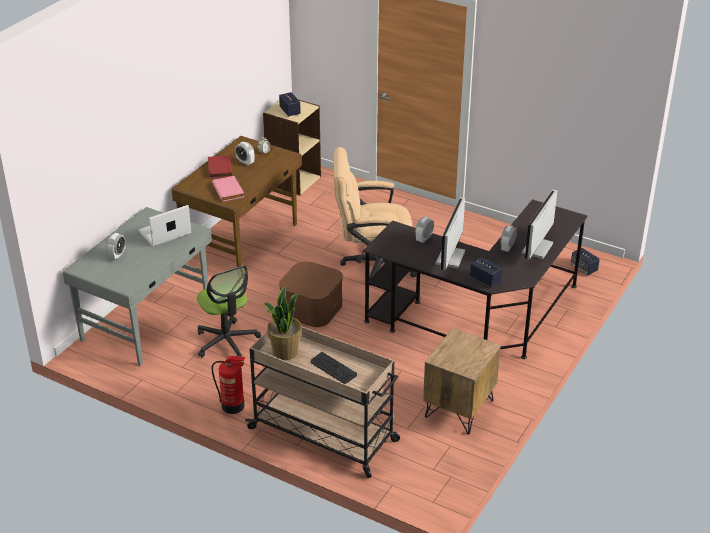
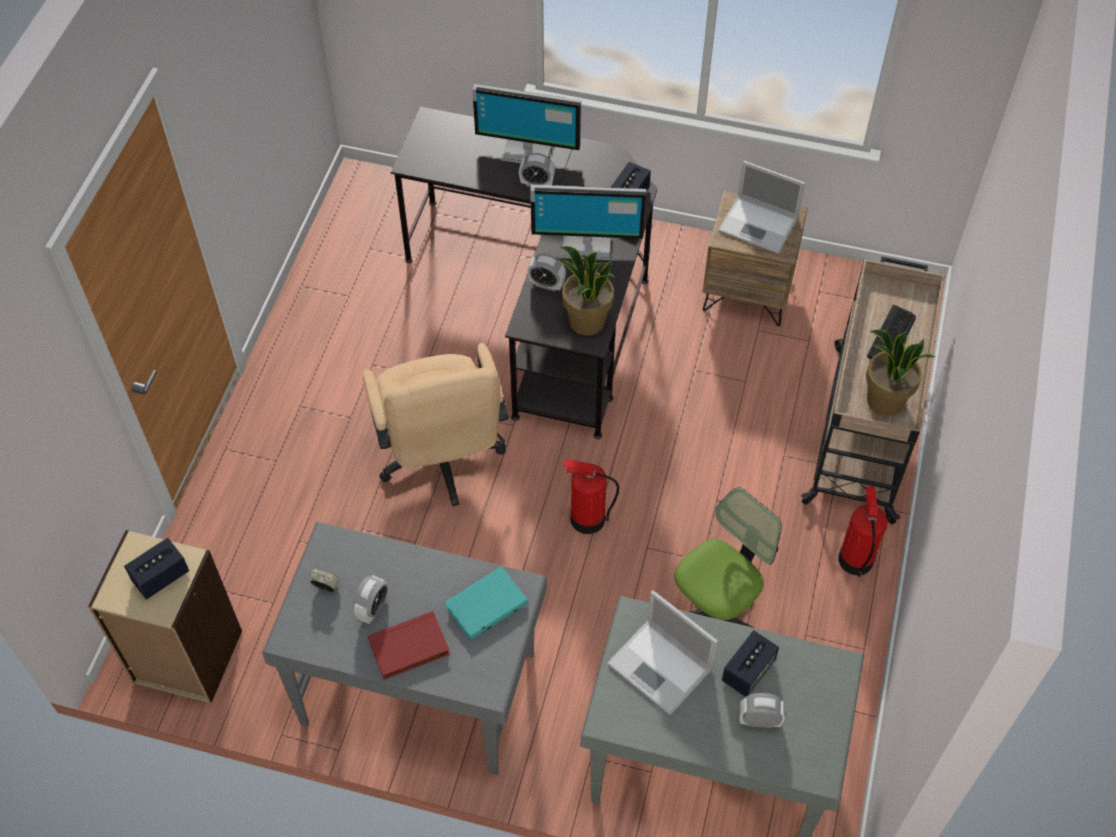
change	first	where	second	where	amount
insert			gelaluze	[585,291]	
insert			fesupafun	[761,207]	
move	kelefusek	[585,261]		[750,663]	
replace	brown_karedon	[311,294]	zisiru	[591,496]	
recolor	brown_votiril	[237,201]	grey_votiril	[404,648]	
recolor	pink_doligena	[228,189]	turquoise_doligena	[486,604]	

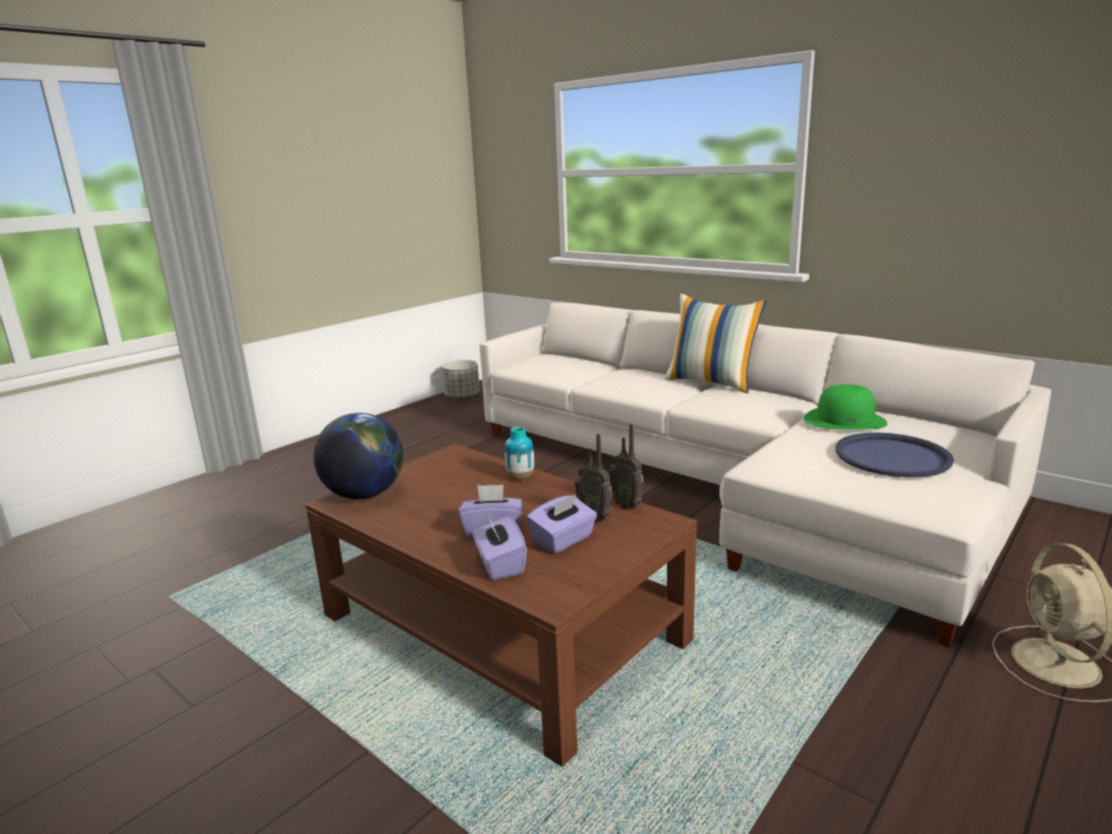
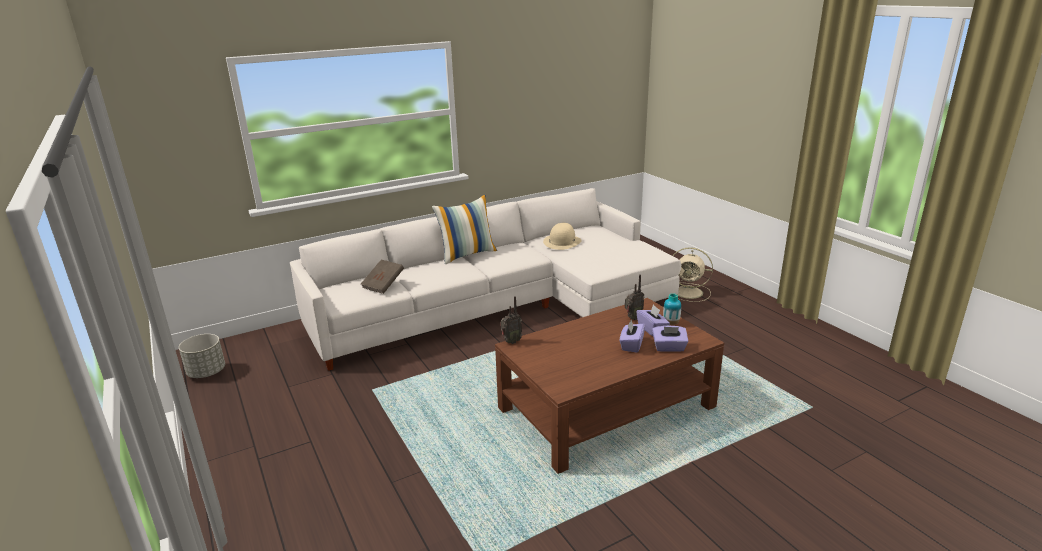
change	first	where	second	where	amount
delete	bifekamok	[358,456]			
delete	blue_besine	[894,455]			
insert			brown_doligena	[382,277]	
move	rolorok	[519,453]		[672,309]	
move	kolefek	[626,466]		[511,320]	
recolor	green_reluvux	[846,407]	beige_reluvux	[562,236]	

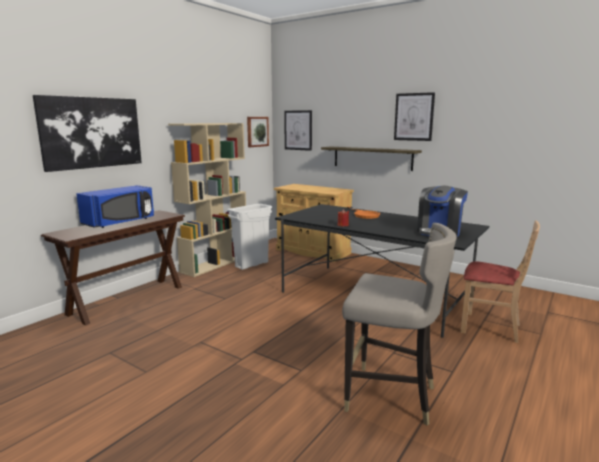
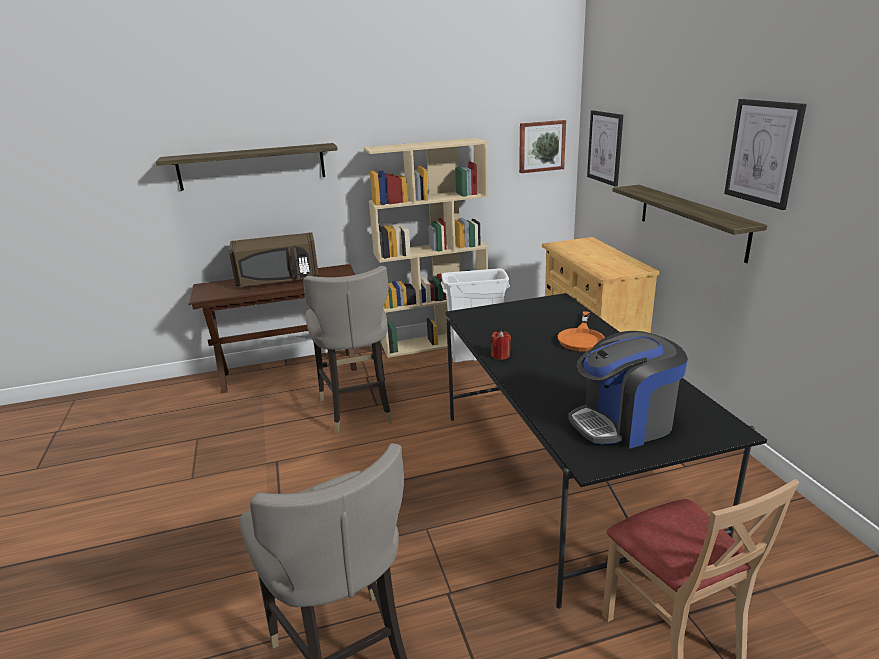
change	first	where	second	where	amount
insert			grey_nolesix	[347,349]	
replace	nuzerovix	[87,133]	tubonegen	[247,167]	
recolor	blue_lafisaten	[115,206]	brown_lafisaten	[274,259]	

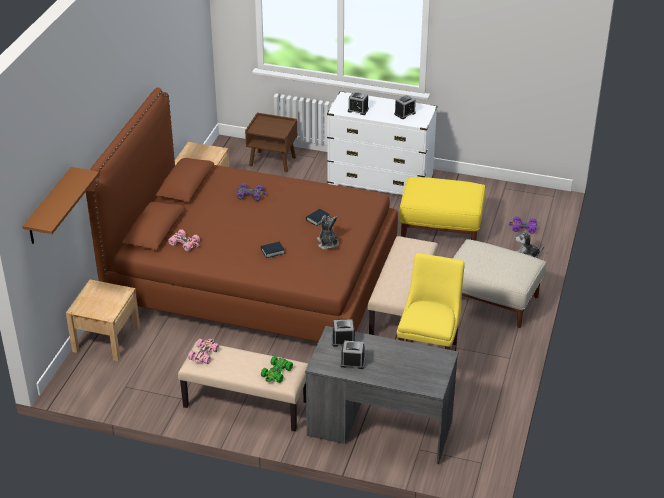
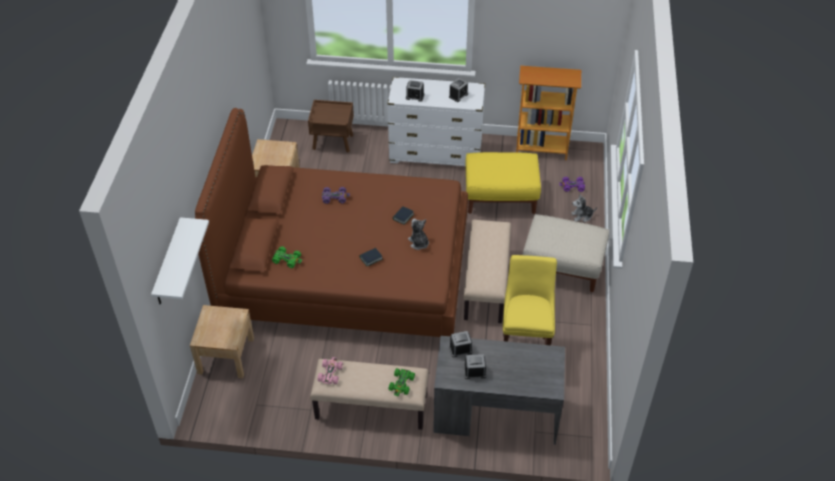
change	first	where	second	where	amount
insert			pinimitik	[548,113]	
recolor	brown_tubonegen	[60,205]	white_tubonegen	[180,261]	
recolor	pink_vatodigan	[184,240]	green_vatodigan	[287,257]	

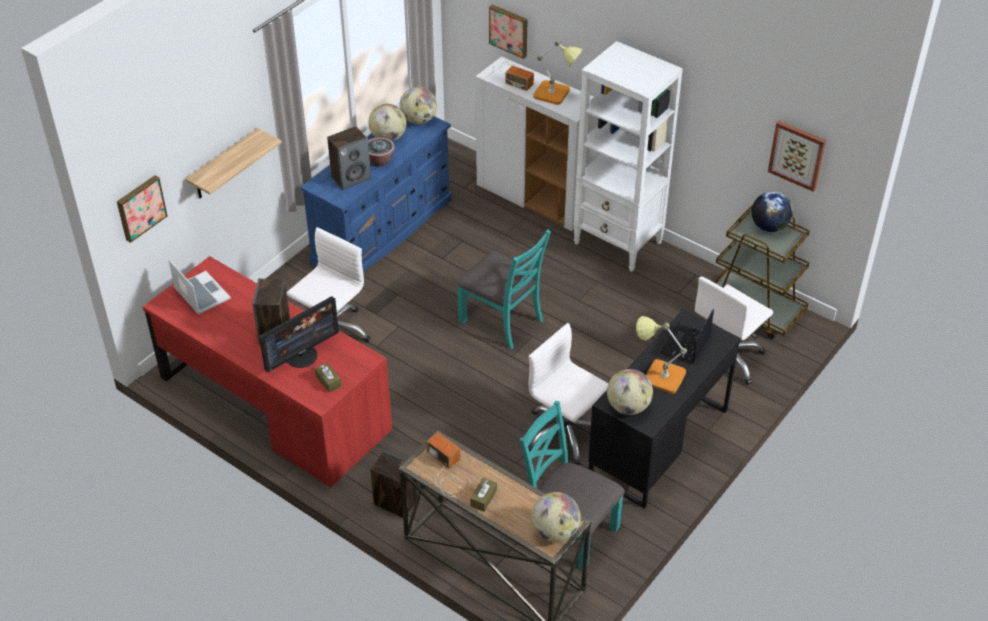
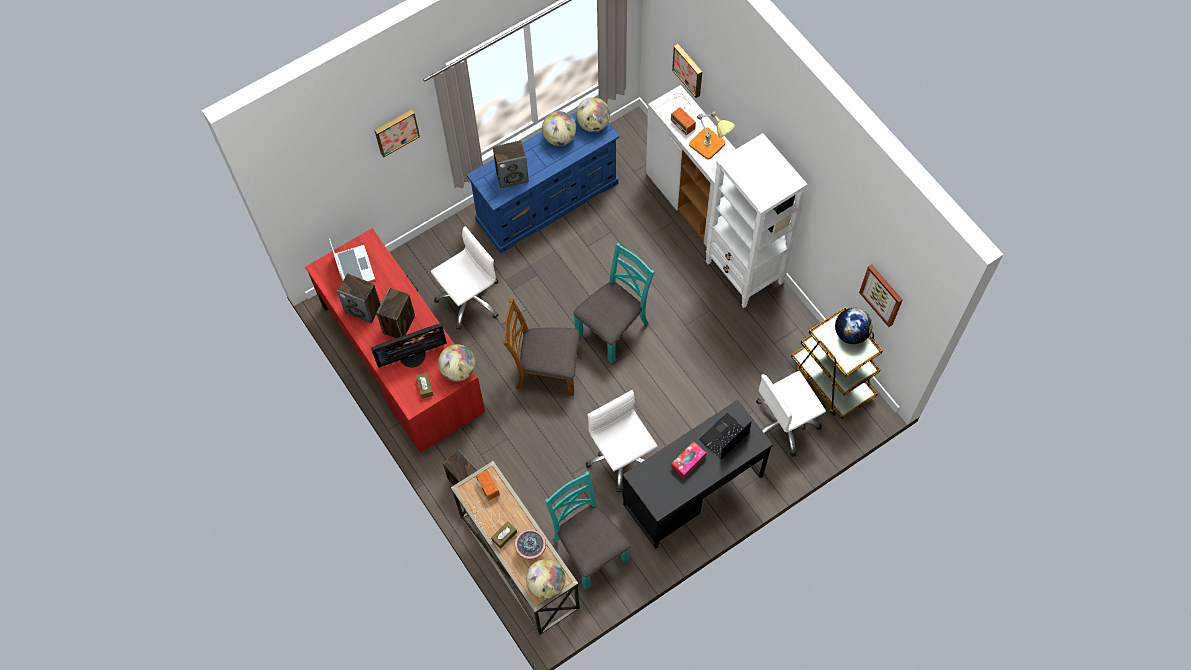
change	first	where	second	where	amount
delete	tubonegen	[233,163]			
insert			kelefusek	[359,298]	
insert			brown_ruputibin	[541,347]	
move	nuzerovix	[142,209]		[397,133]	
move	gelaluze	[381,152]		[530,544]	
move	bifekamok	[630,392]		[456,362]	
replace	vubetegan	[661,355]	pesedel	[688,460]	
rotate	turquoise_ruputibin	[503,289]		[614,303]	105 degrees counterclockwise

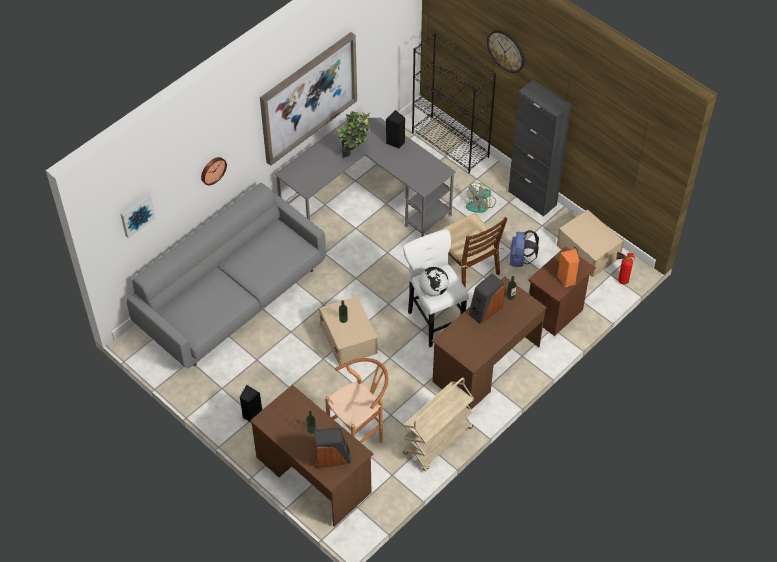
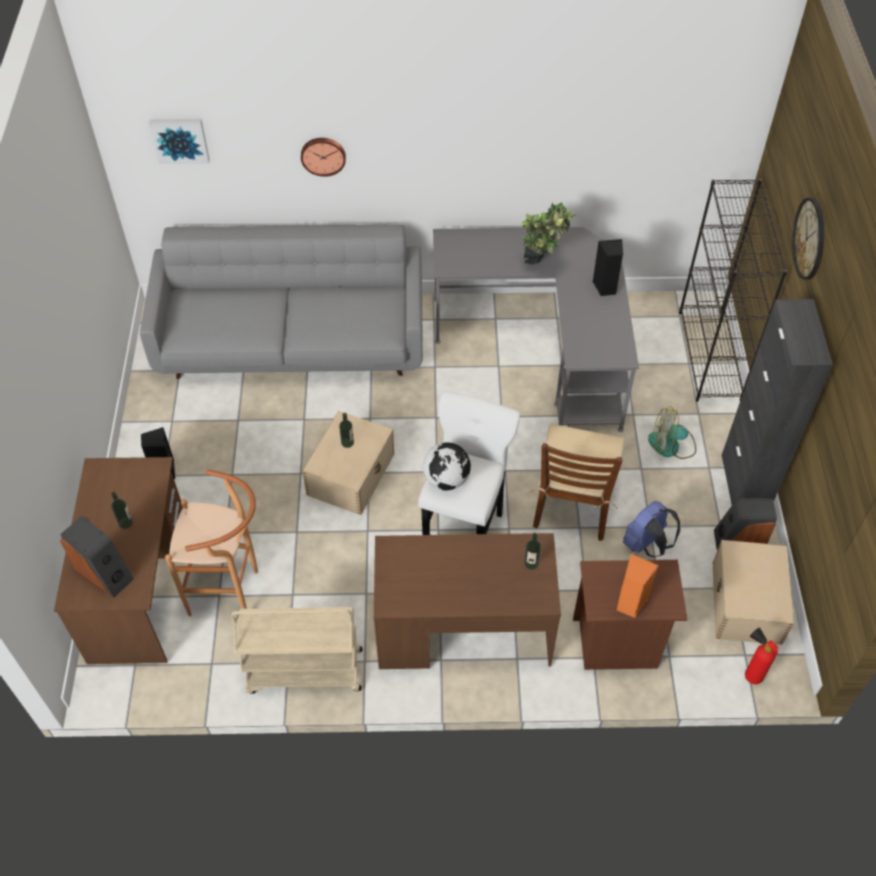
change	first	where	second	where	amount
delete	nuzerovix	[308,99]			
move	kelefusek	[486,298]		[745,524]	

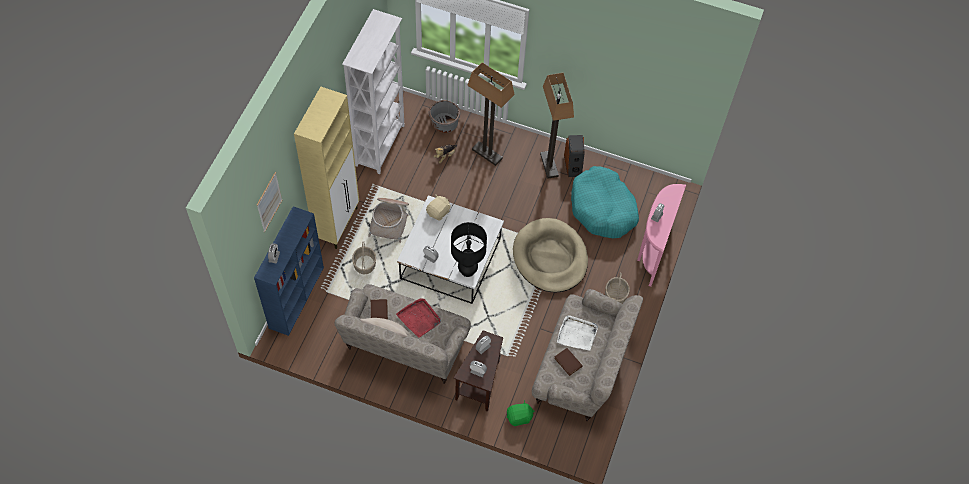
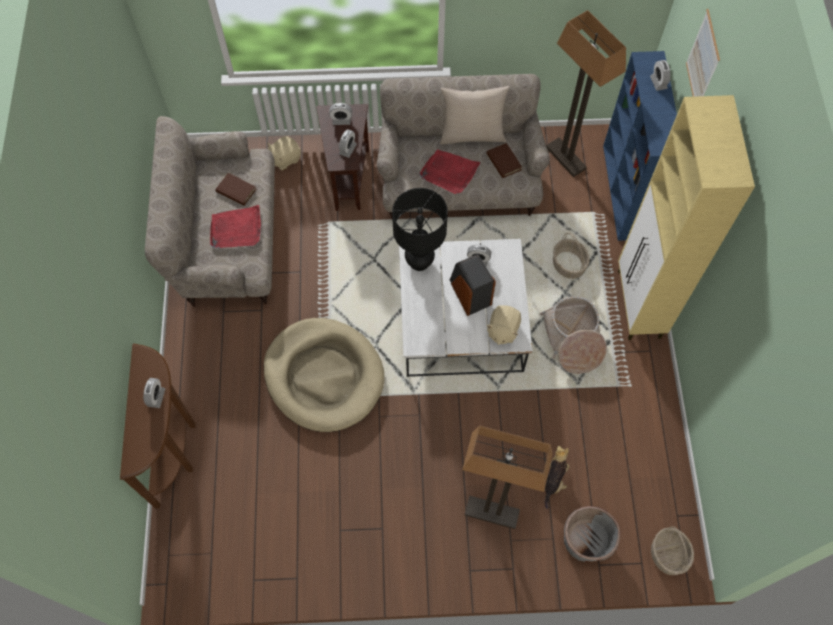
change	first	where	second	where	amount
delete	white_pinimitik	[373,91]			
delete	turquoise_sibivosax	[605,202]			
move	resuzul	[557,126]		[586,93]	
move	kelefusek	[574,156]		[473,285]	
move	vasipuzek	[617,288]		[672,550]	
recolor	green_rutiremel	[521,413]	beige_rutiremel	[284,153]	
recolor	white_besine	[577,333]	red_besine	[235,226]	
recolor	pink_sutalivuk	[661,235]	brown_sutalivuk	[158,426]	

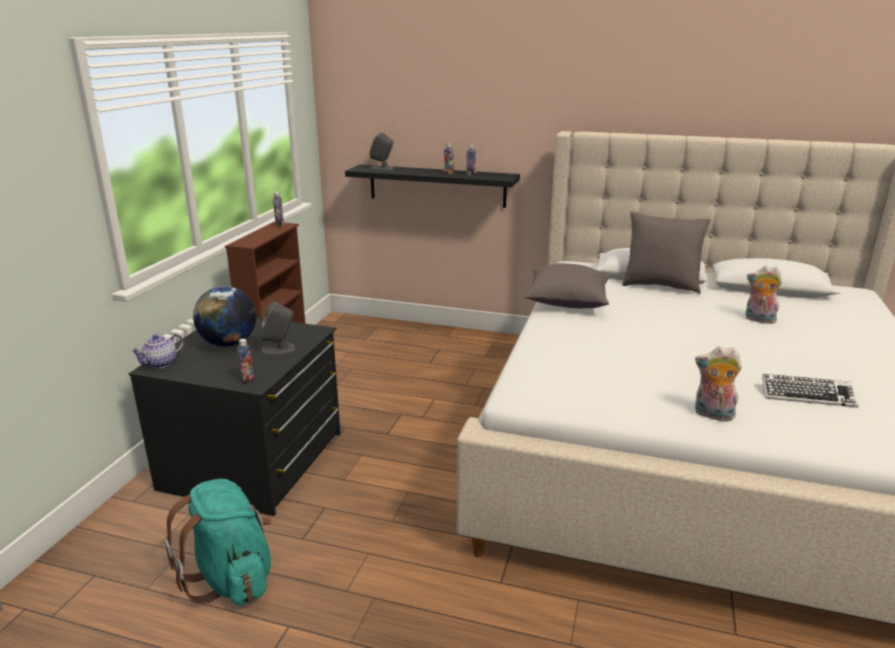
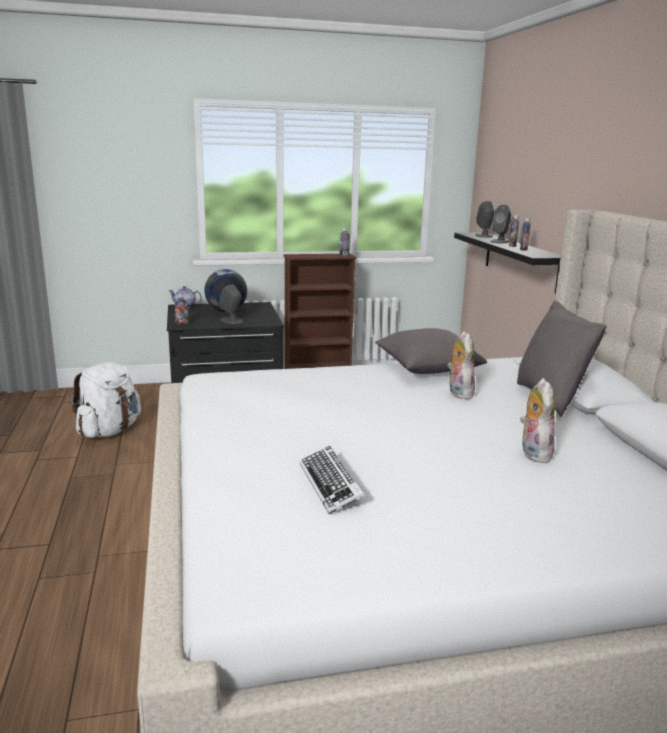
change	first	where	second	where	amount
insert			grey_kelefusek	[501,224]	
move	rutiremel	[718,383]		[461,365]	
recolor	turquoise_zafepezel	[217,542]	white_zafepezel	[106,400]	

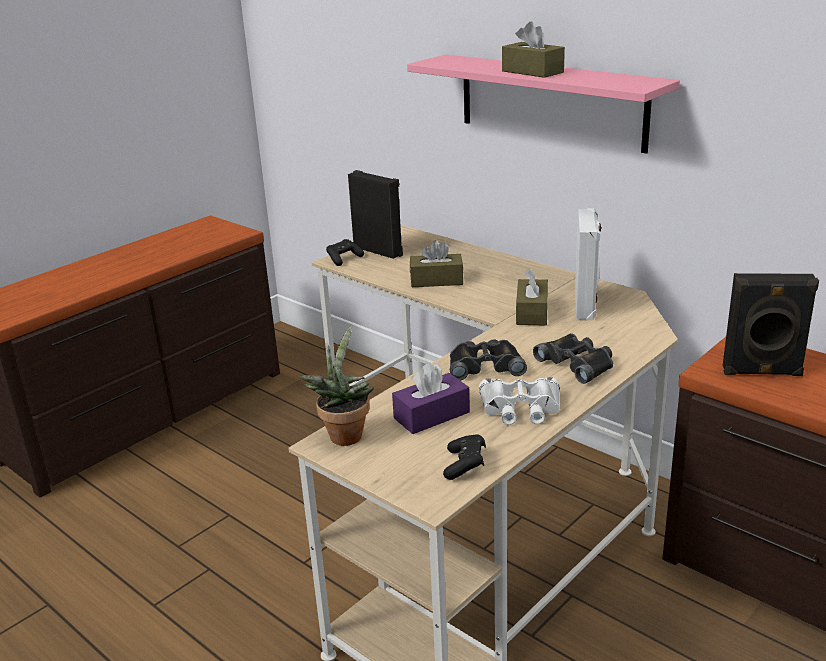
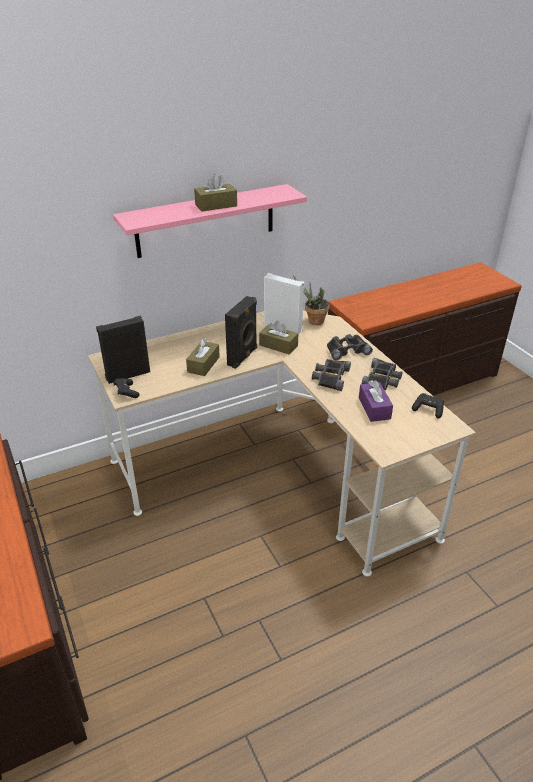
change	first	where	second	where	amount
move	gelaluze	[336,385]		[311,300]	
move	black_kelefusek	[771,324]		[241,332]	
recolor	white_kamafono	[519,401]	black_kamafono	[382,374]	

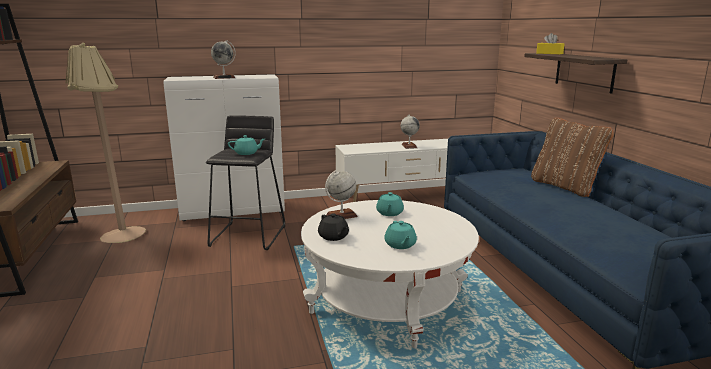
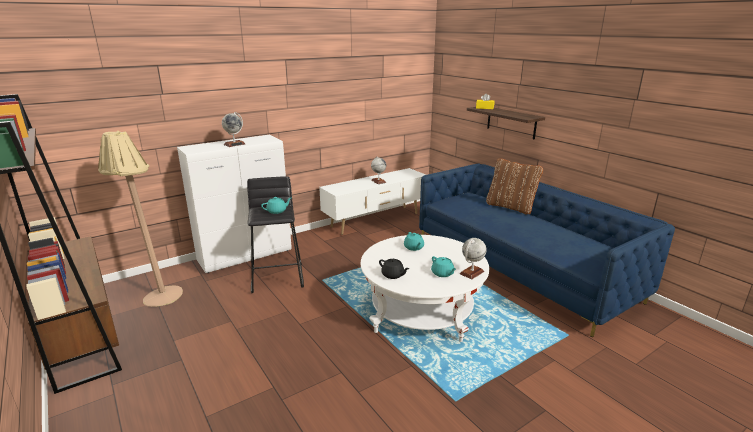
change	first	where	second	where	amount
move	bifekamok	[341,194]		[473,258]	

